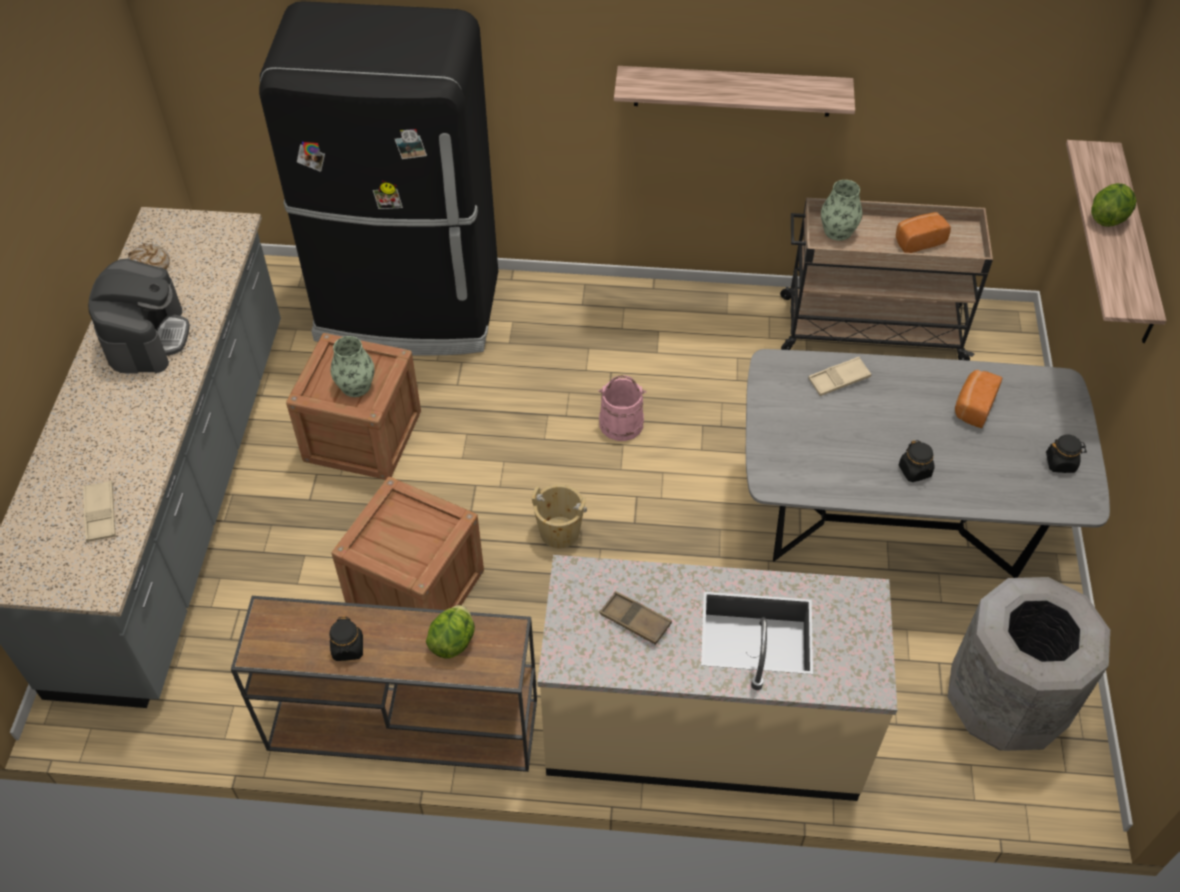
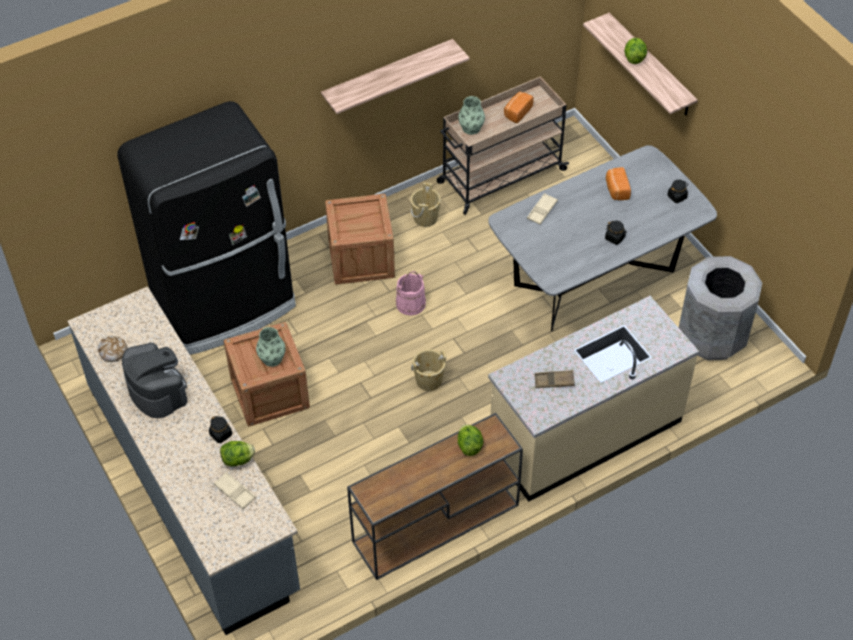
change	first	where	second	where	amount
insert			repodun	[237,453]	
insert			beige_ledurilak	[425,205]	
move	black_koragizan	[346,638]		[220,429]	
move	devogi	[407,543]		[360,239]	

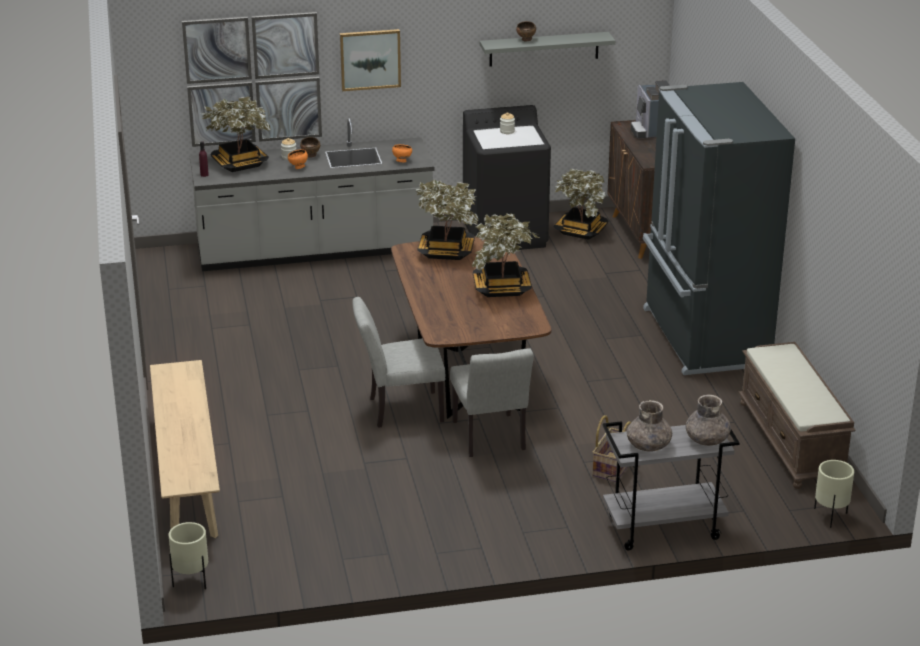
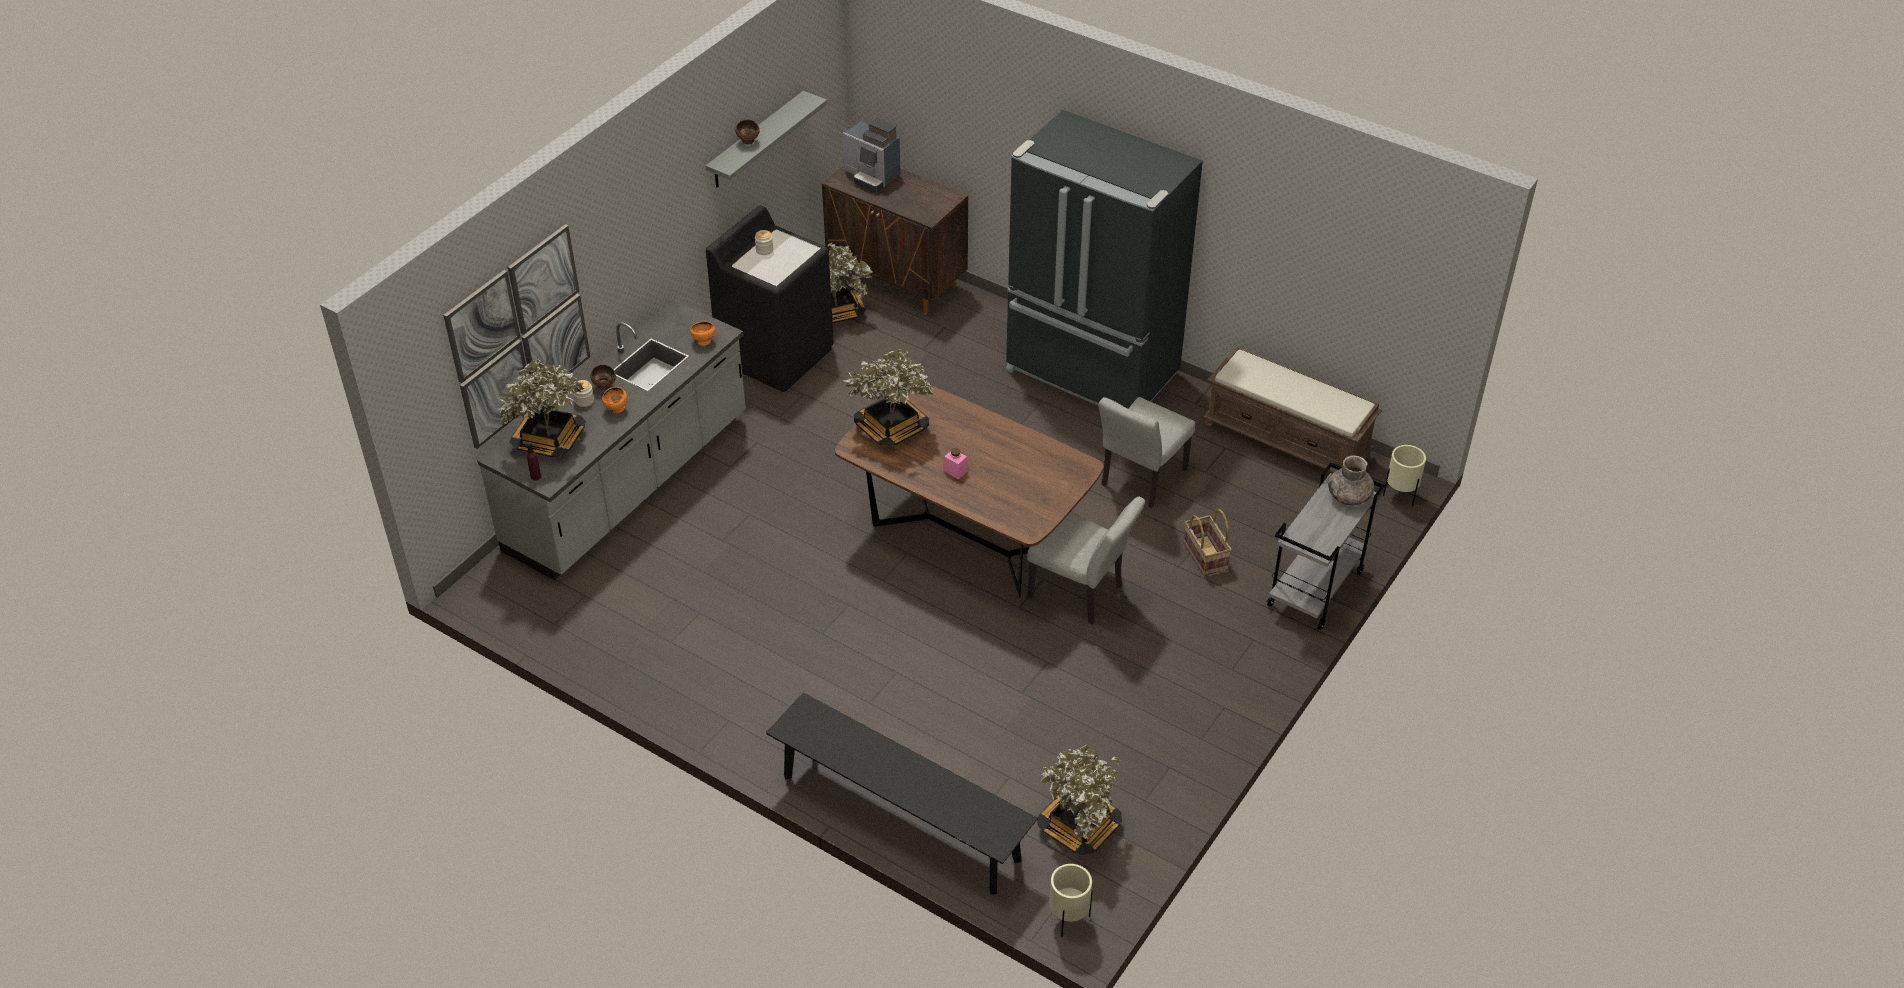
change	first	where	second	where	amount
delete	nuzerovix	[370,60]			
delete	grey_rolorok	[649,426]			
insert			pink_koragizan	[955,463]	
move	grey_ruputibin	[398,362]		[1146,452]	
move	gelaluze	[505,255]		[1079,800]	
recolor	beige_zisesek	[185,449]	black_zisesek	[902,793]	

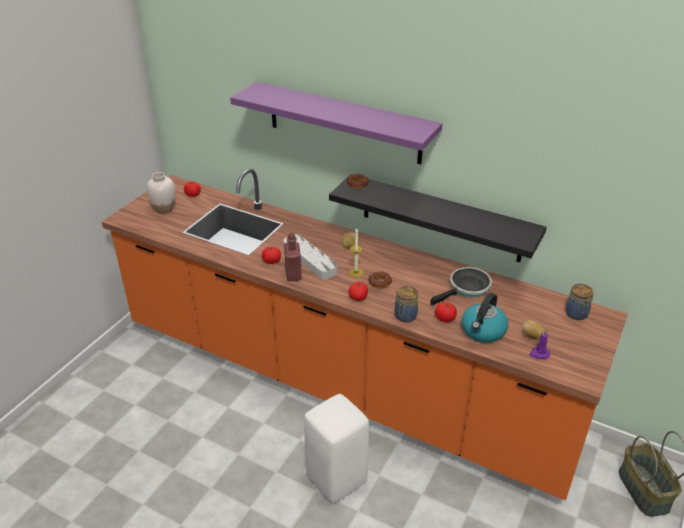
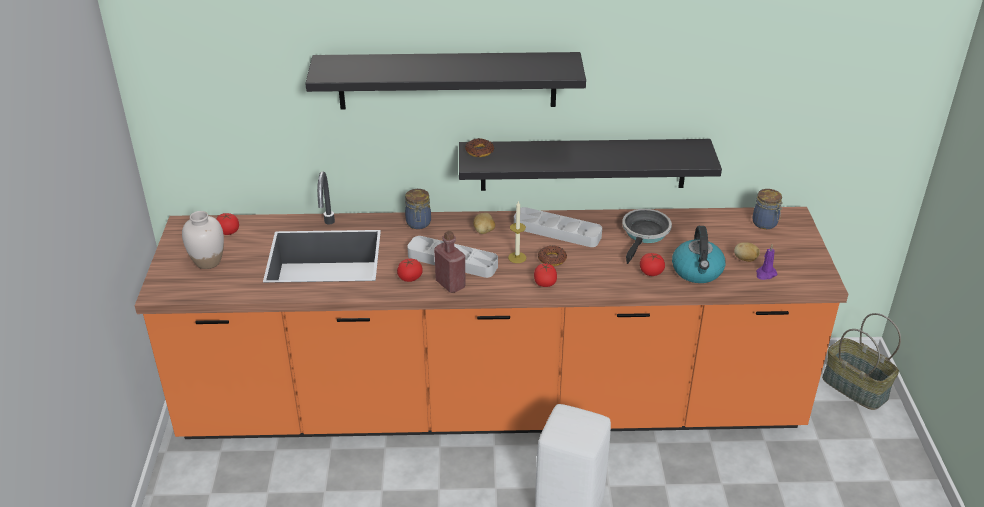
change	first	where	second	where	amount
insert			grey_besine	[558,227]	
move	koragizan	[406,304]		[418,209]	
recolor	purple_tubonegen	[336,123]	black_tubonegen	[445,81]	

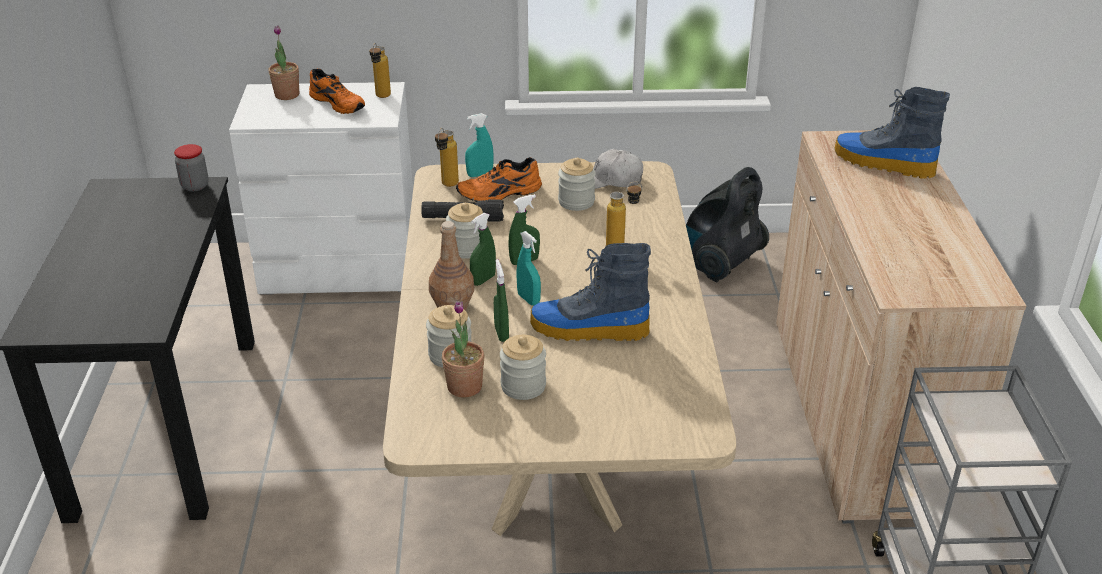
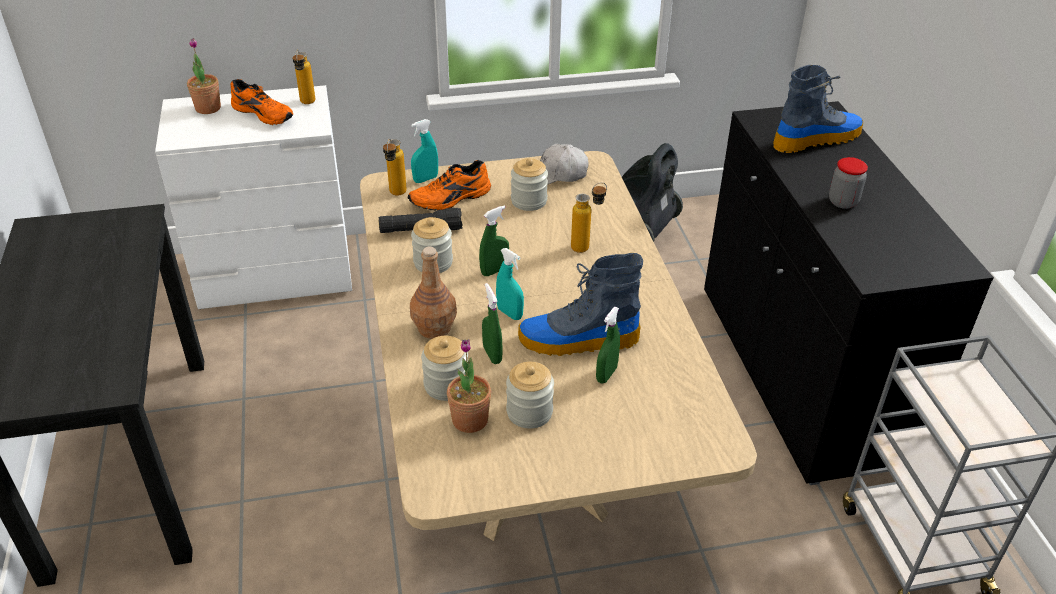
change	first	where	second	where	amount
move	koragizan	[191,167]		[848,183]	
move	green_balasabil	[483,249]		[608,345]	
recolor	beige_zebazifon	[901,326]	black_zebazifon	[849,293]	
rotate	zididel	[892,133]		[818,109]	135 degrees clockwise

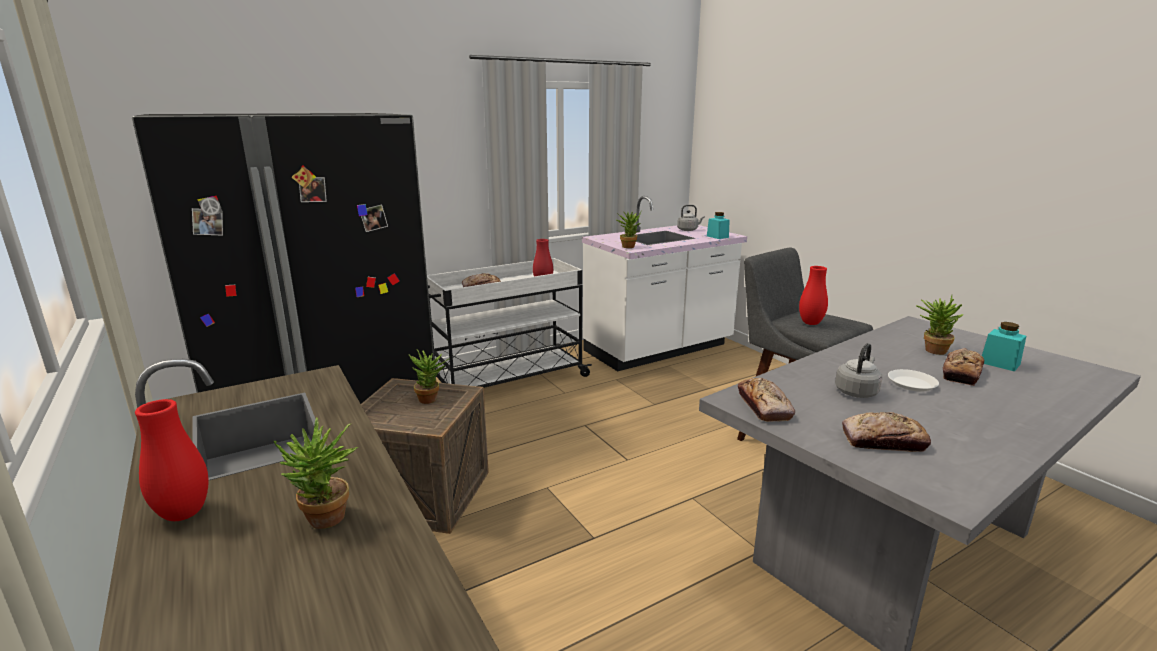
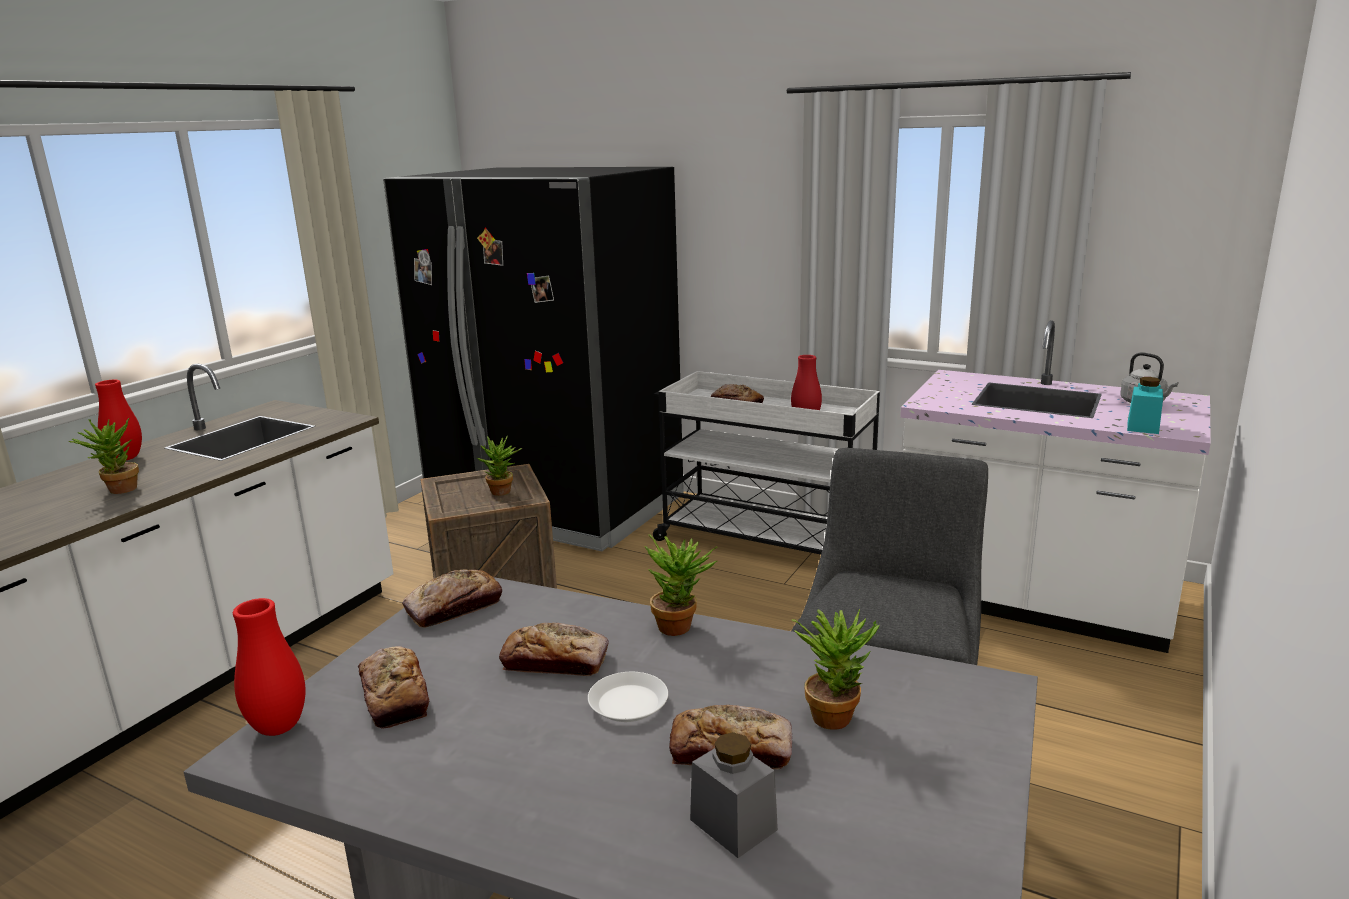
change	first	where	second	where	amount
delete	turquoise_koragizan	[1004,346]			
insert			grey_koragizan	[734,795]	
move	gelaluze	[629,230]		[680,585]	
move	red_rolorok	[813,295]		[269,667]	
replace	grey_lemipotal	[858,370]	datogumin	[554,649]	

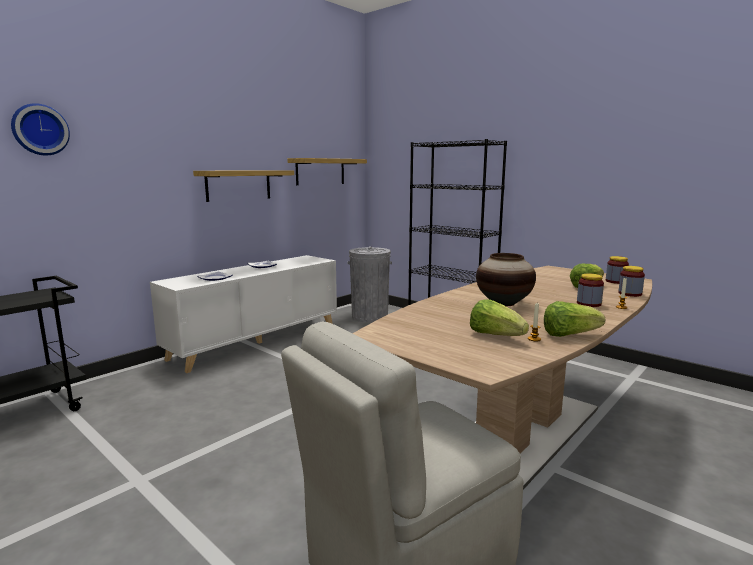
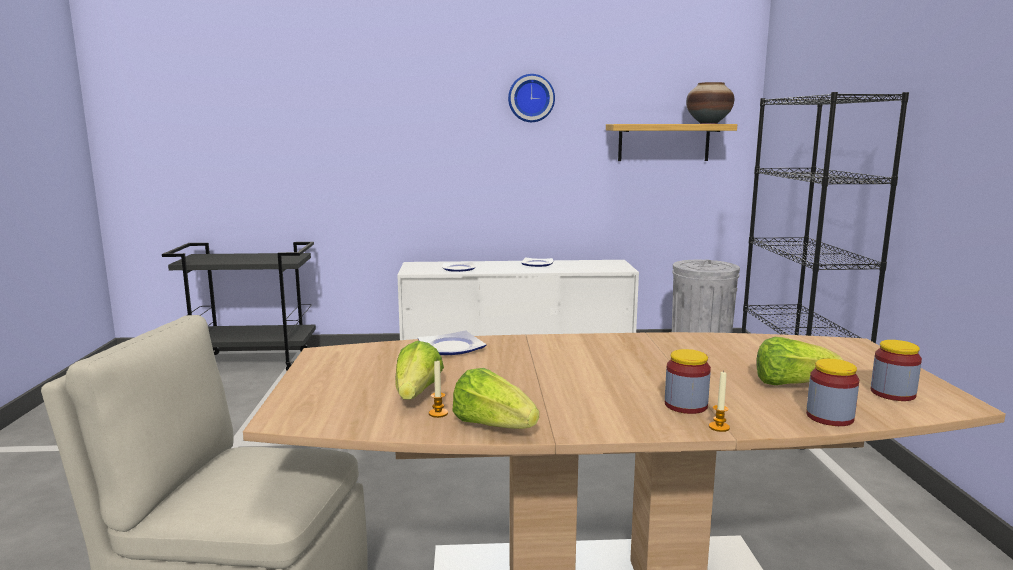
change	first	where	second	where	amount
delete	tubonegen	[243,186]			
insert			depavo	[452,342]	
move	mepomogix	[40,129]		[531,98]	
move	rolorok	[506,279]		[710,103]	

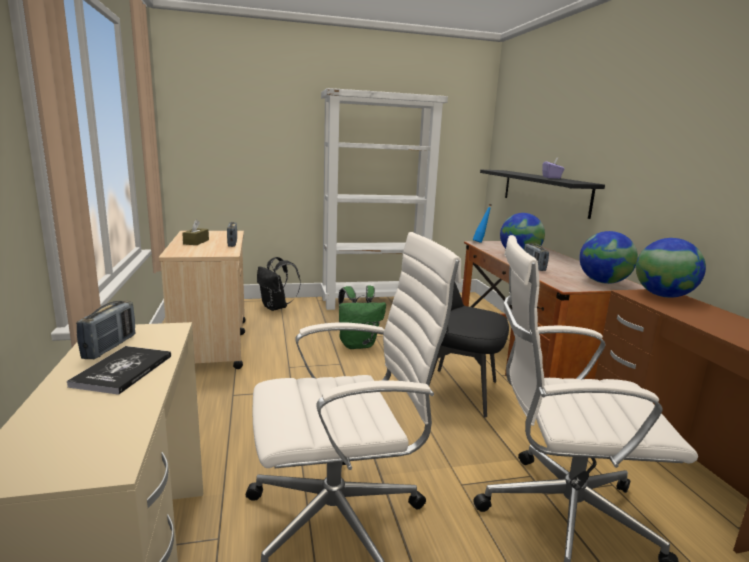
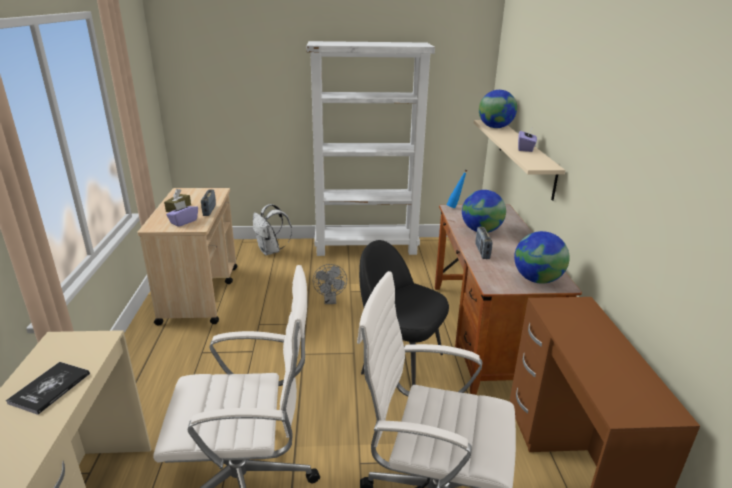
change	first	where	second	where	amount
delete	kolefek	[105,330]			
insert			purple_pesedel	[182,213]	
move	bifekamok	[671,268]		[498,109]	
replace	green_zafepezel	[362,317]	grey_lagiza	[330,284]	
recolor	black_zafepezel	[279,284]	white_zafepezel	[272,229]	
recolor	black_tubonegen	[542,194]	beige_tubonegen	[519,160]	

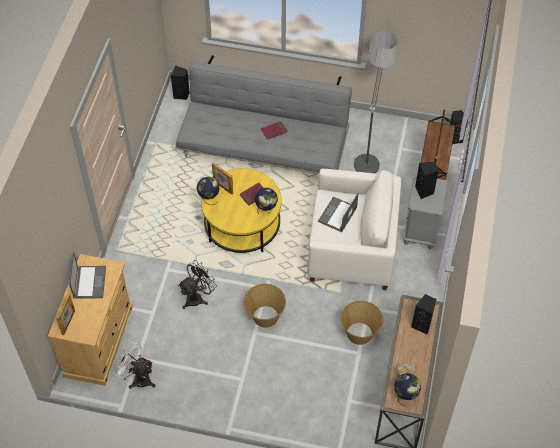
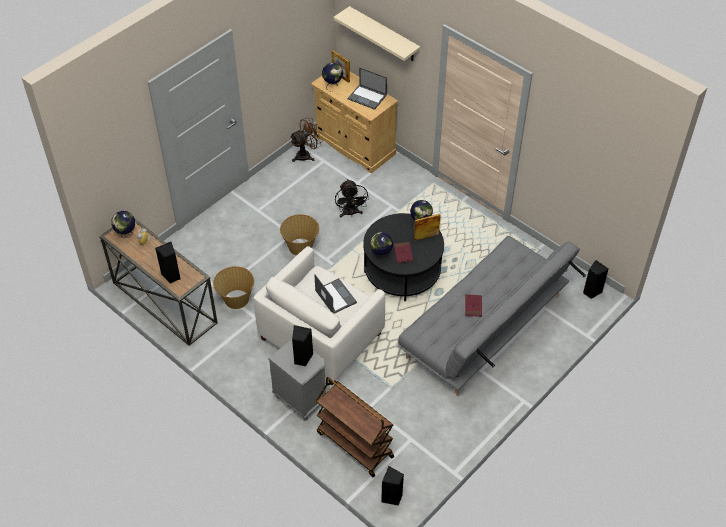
change	first	where	second	where	amount
delete	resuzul	[374,101]			
insert			bifekamok	[332,77]	
insert			beige_tubonegen	[376,33]	
recolor	white_lagiza	[135,365]	brown_lagiza	[306,139]	
recolor	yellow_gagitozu	[241,210]	black_gagitozu	[403,257]	

